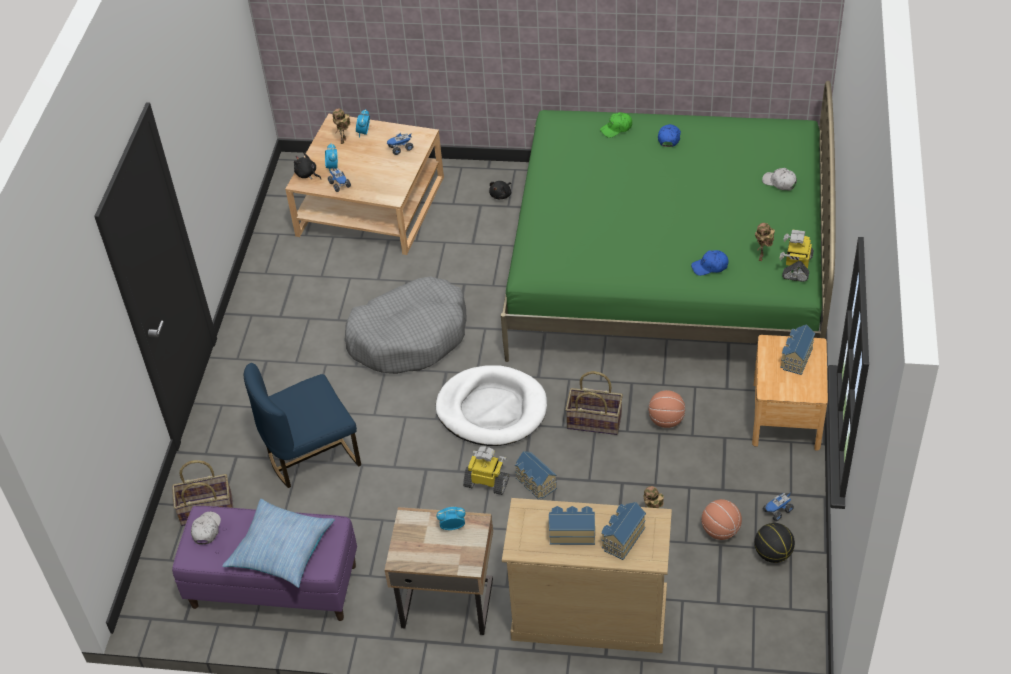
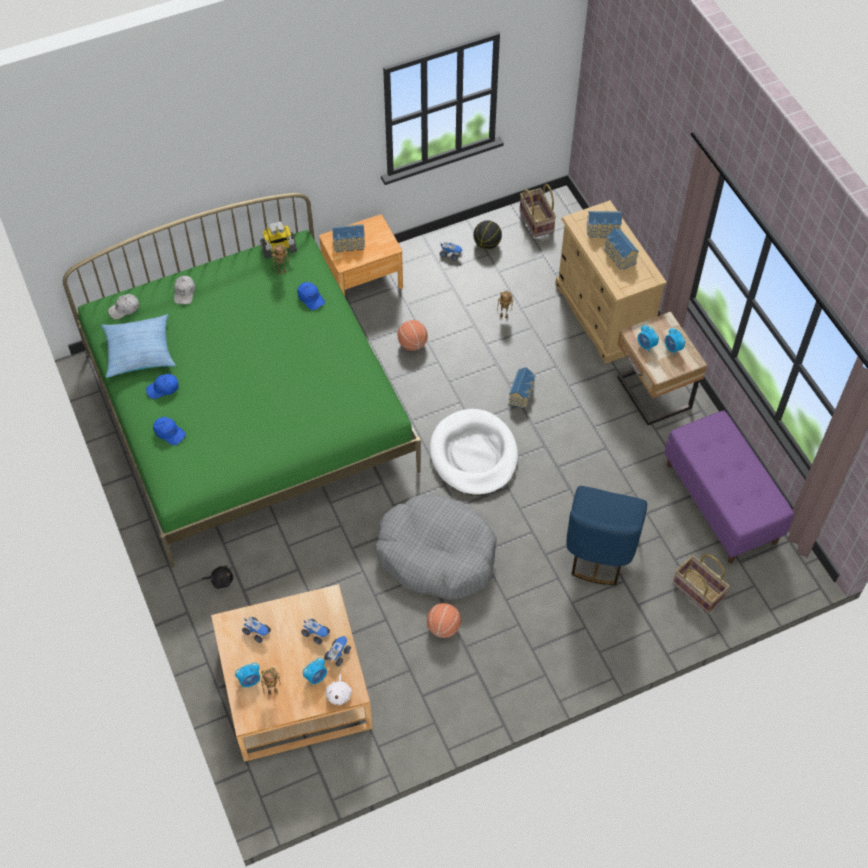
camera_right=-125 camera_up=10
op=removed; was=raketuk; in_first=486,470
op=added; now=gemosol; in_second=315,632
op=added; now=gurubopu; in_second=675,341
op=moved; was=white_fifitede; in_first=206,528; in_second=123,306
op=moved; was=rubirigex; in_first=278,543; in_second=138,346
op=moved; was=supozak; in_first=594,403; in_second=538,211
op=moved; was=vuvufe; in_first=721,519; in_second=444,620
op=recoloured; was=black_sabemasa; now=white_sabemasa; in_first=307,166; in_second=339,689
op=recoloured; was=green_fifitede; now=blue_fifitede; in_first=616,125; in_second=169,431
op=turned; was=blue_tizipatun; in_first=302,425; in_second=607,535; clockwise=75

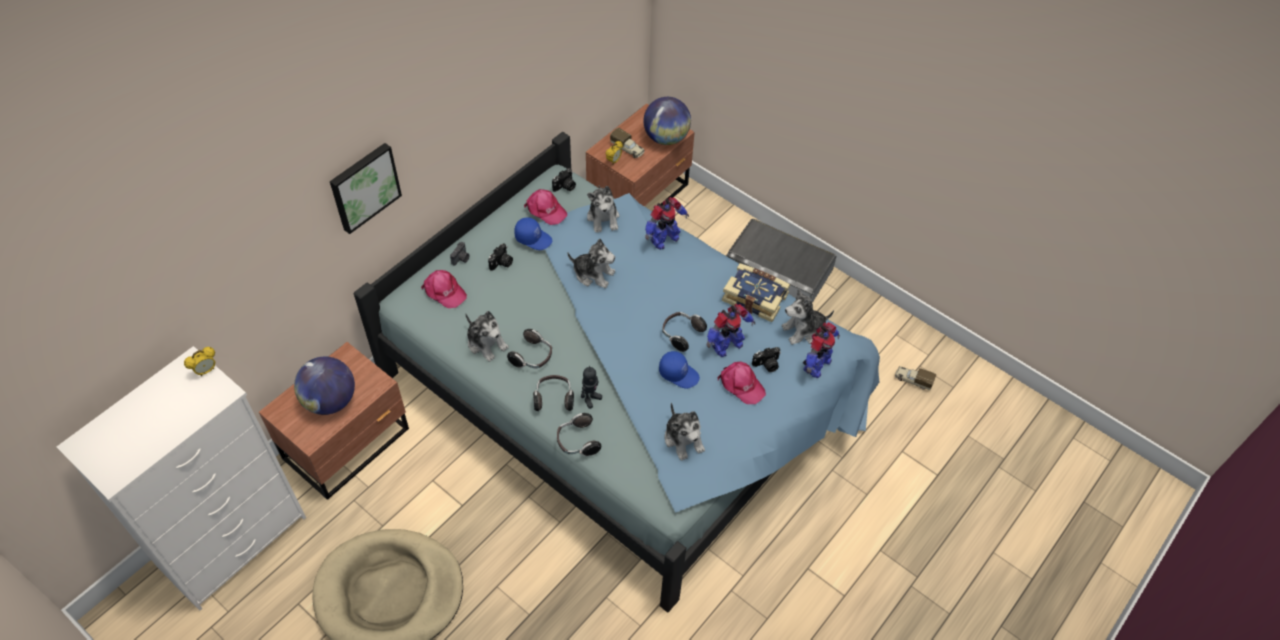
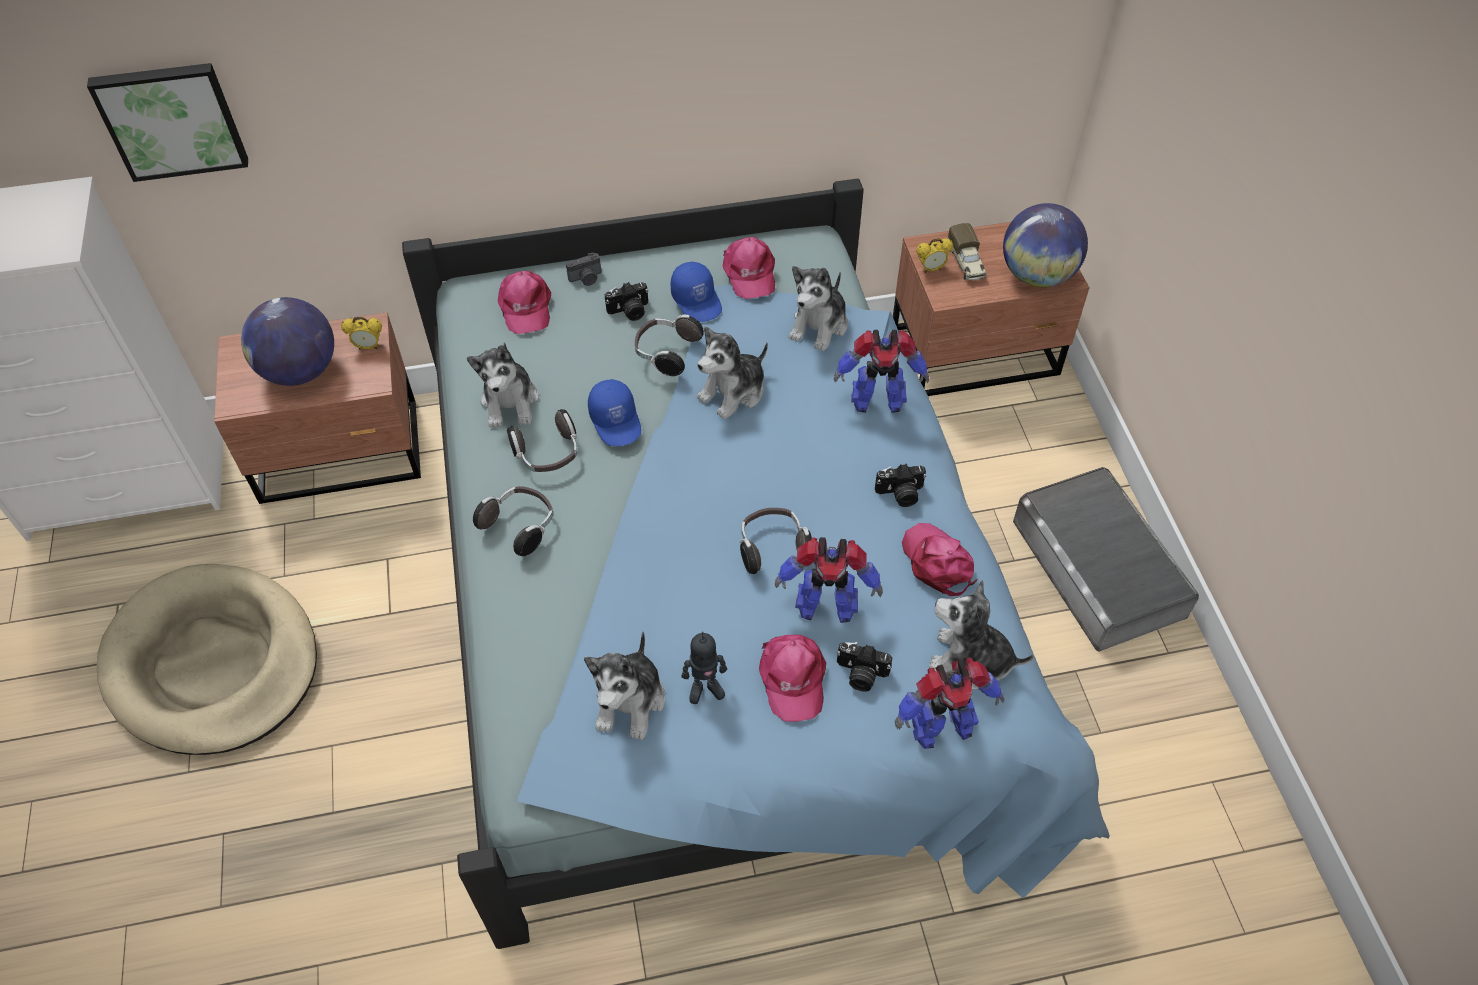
camera_right=40 camera_up=0
op=removed; was=gemosol; in_first=916,378
op=moved; was=gurubopu; in_first=199,361; in_second=361,333
op=moved; was=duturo; in_first=366,188; in_second=167,122
op=moved; was=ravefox; in_first=564,180; in_second=900,485
op=moved; was=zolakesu; in_first=579,434; in_second=669,345
op=moved; was=raketuk; in_first=591,387; in_second=704,667
op=moved; was=blue_fifitede; in_first=679,370; in_second=614,412
op=replaced; was=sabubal; now=pink_fifitede; in_first=756,292; in_second=940,559
op=turned; was=sabemasa; in_first=591,263; in_second=732,373; clockwise=75

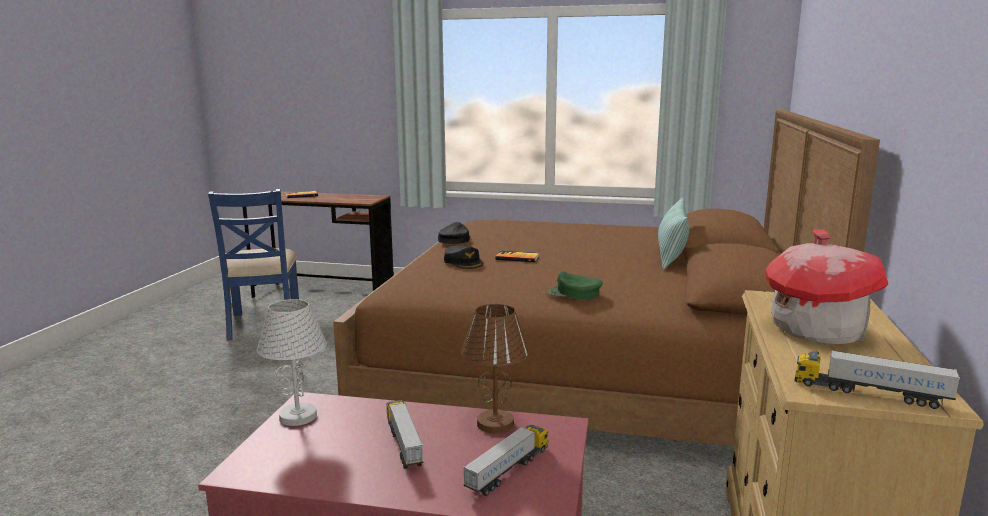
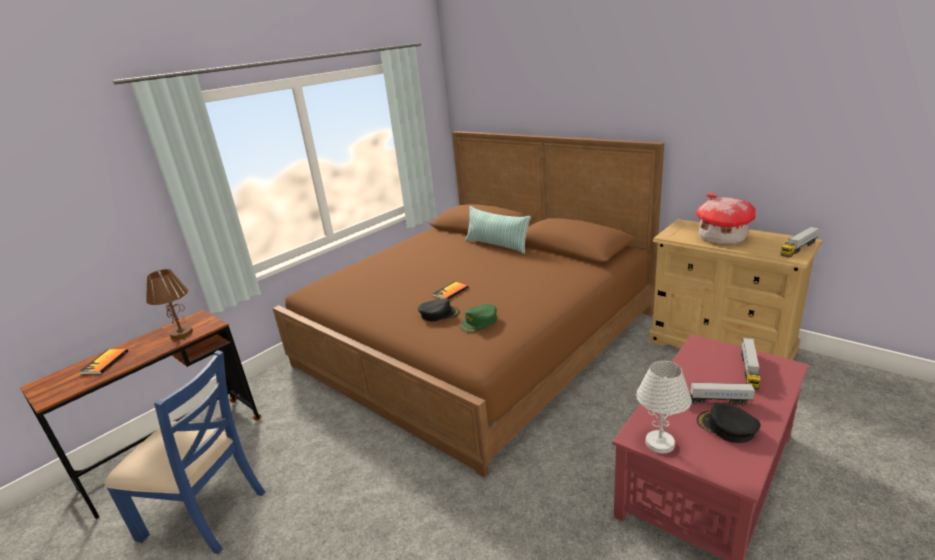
camera_right=-60 camera_up=10
op=moved; was=black_fifitede; in_first=454,233; in_second=728,423
op=moved; was=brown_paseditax; in_first=495,369; in_second=169,304
op=moved; was=green_fifitede; in_first=574,285; in_second=478,318
op=turned; was=gemosol; in_first=505,460; in_second=751,364; clockwise=-135

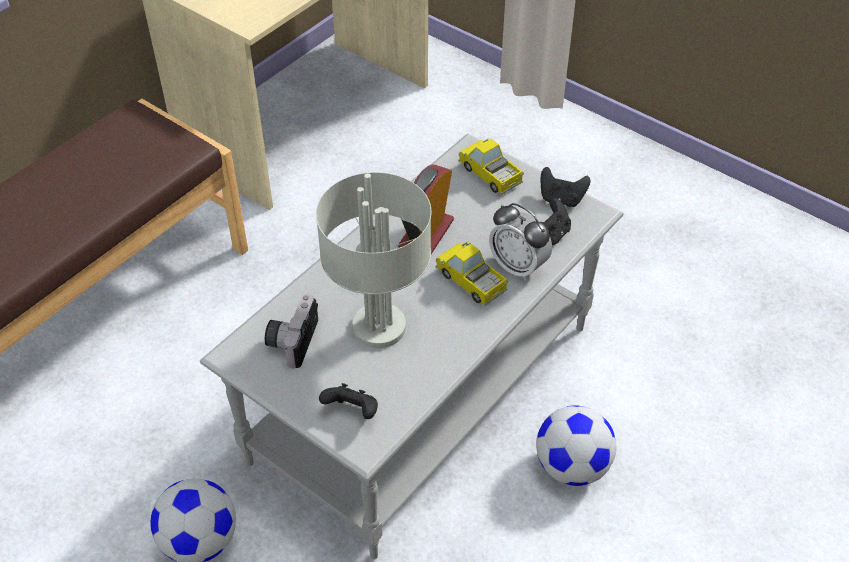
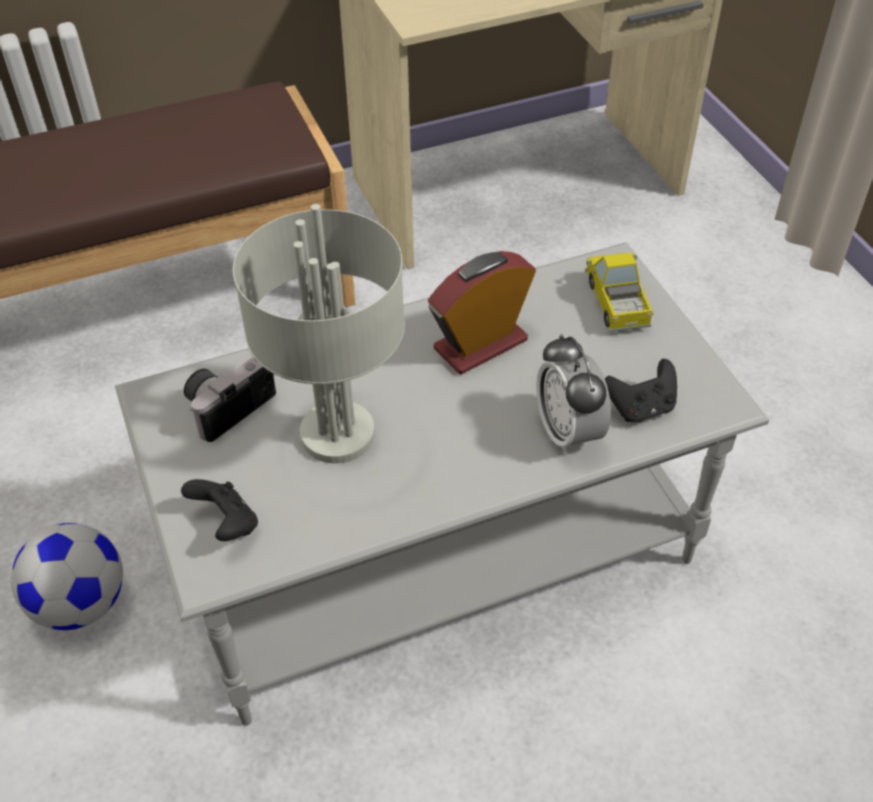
camera_right=30 camera_up=0
op=removed; was=gemosol; in_first=472,274
op=removed; was=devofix; in_first=576,445
op=removed; was=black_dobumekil; in_first=565,187

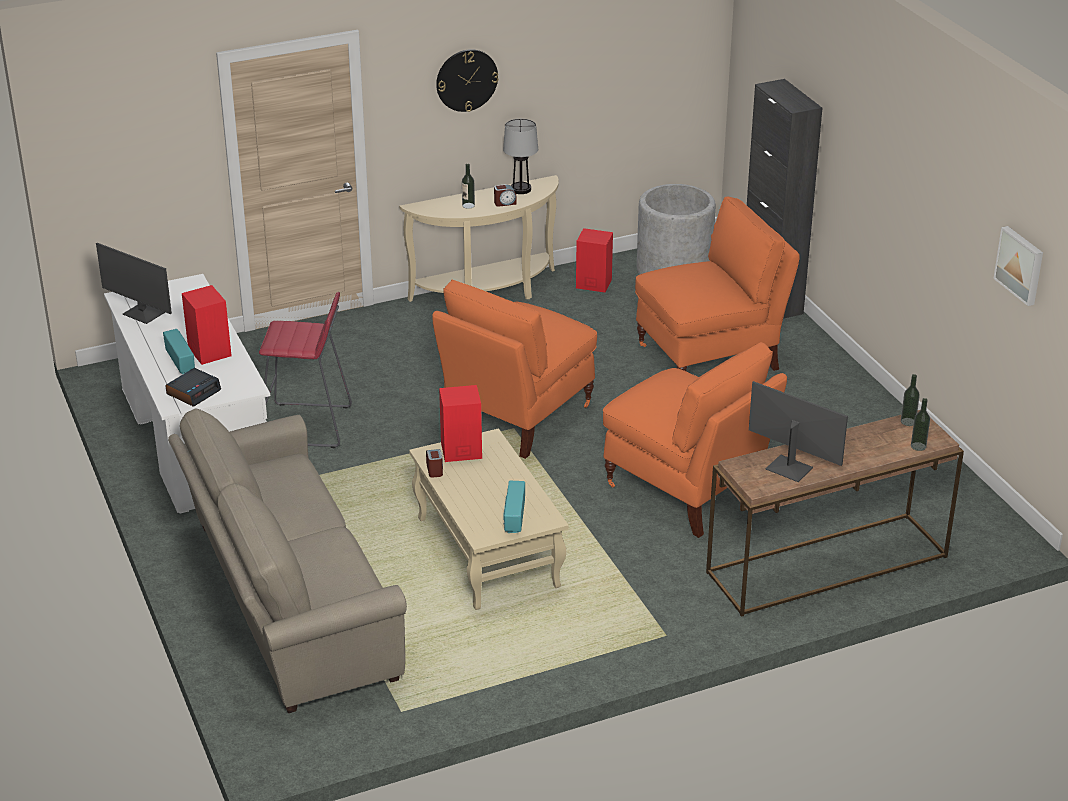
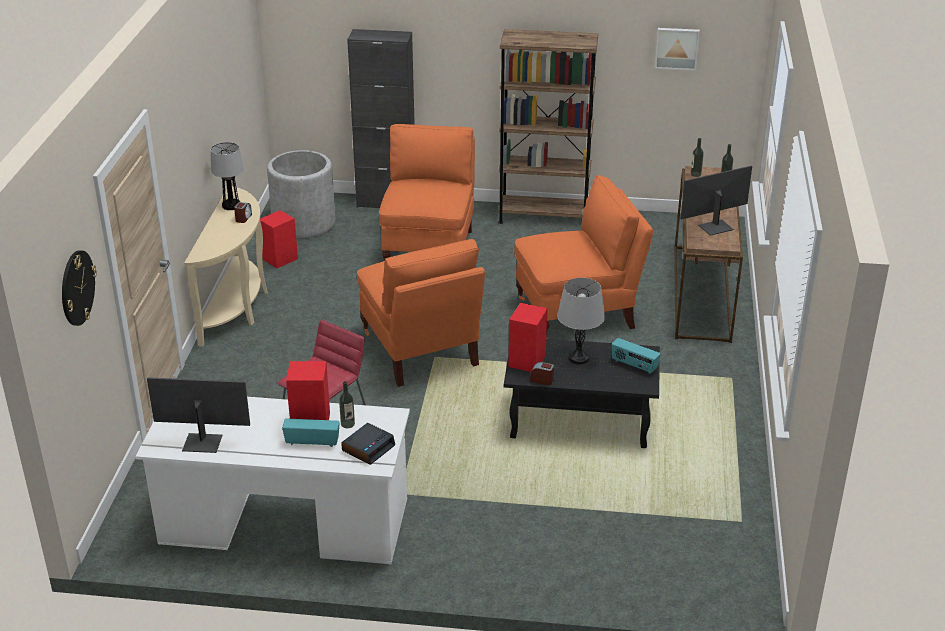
camera_right=-60 camera_up=0
op=removed; was=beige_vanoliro; in_first=287,561
op=added; now=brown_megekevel; in_second=548,126
op=added; now=grey_paseditax; in_second=581,321
op=moved; was=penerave; in_first=467,80; in_second=79,288
op=moved; was=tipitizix; in_first=468,186; in_second=347,404
op=recoloured; was=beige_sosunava; now=black_sosunava; in_first=489,519; in_second=582,393
op=turned; was=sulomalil; in_first=134,283; in_second=198,415; clockwise=-150
op=turned; was=gurubopu; in_first=193,387; in_second=368,444; clockwise=60

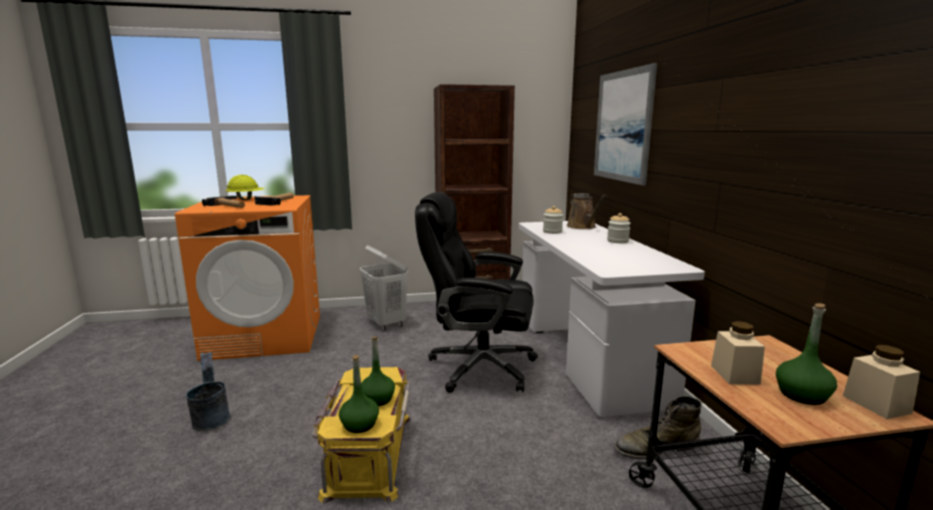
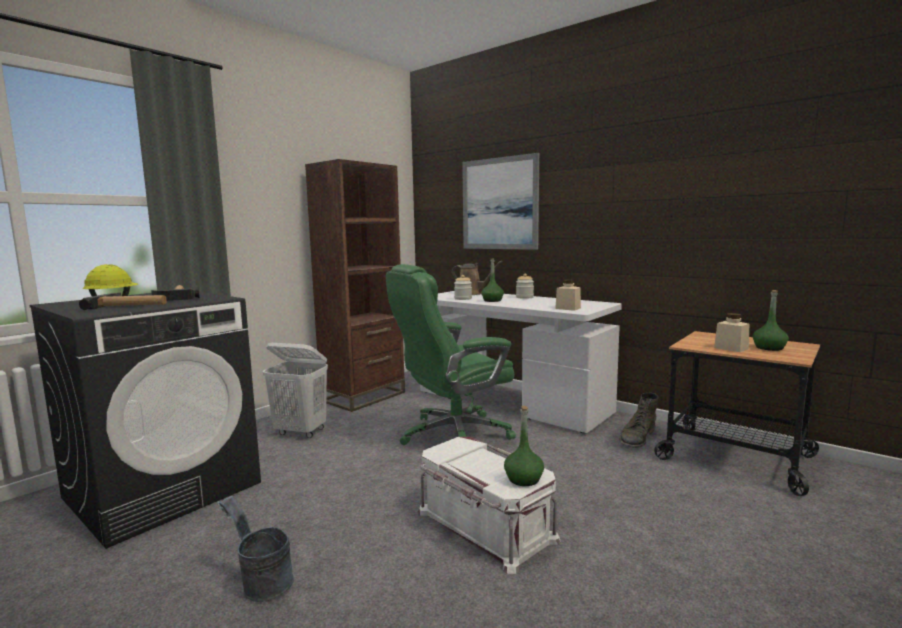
camera_right=-40 camera_up=-5
op=moved; was=green_tipitizix; in_first=378,371; in_second=493,280
op=moved; was=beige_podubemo; in_first=881,382; in_second=568,295
op=recoloured; was=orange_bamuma; now=black_bamuma; in_first=247,278; in_second=145,420
op=recoloured; was=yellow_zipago; now=white_zipago; in_first=361,435; in_second=489,505
op=recoloured; was=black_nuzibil; now=green_nuzibil; in_first=476,292; in_second=451,354

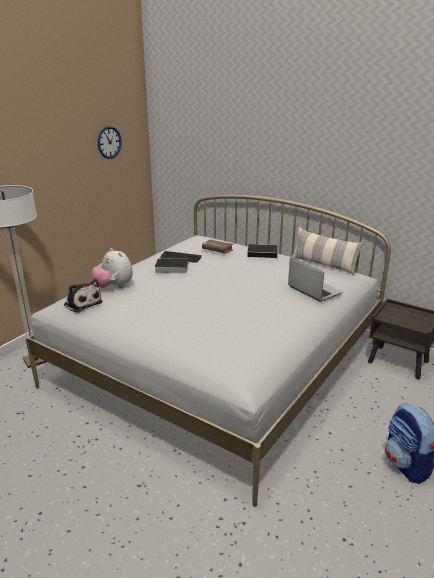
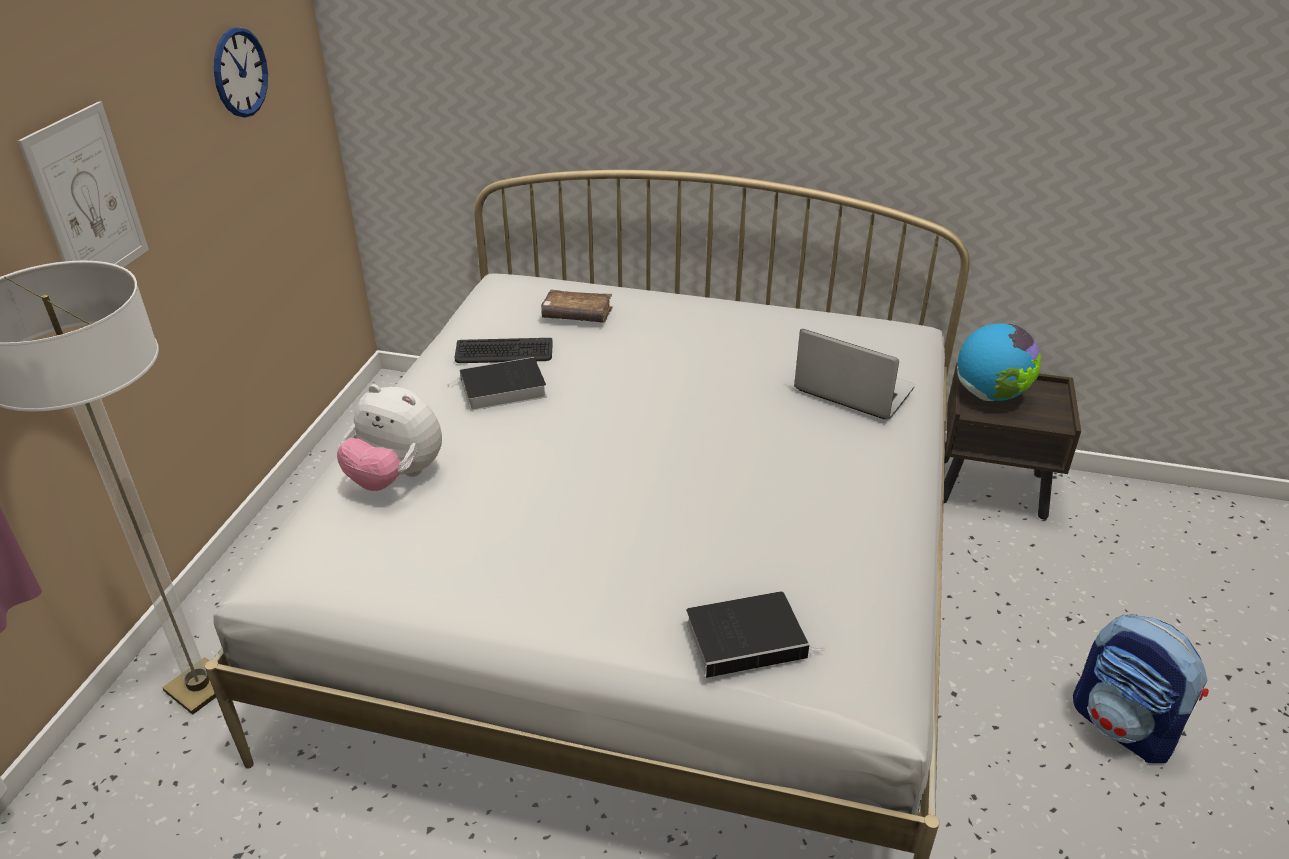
camera_right=-20 camera_up=10
op=removed; was=sabemasa; in_first=83,296
op=removed; was=rubirigex; in_first=327,251
op=added; now=duturo; in_second=83,184
op=added; now=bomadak; in_second=999,362
op=moved; was=sabubal; in_first=263,251; in_second=755,634

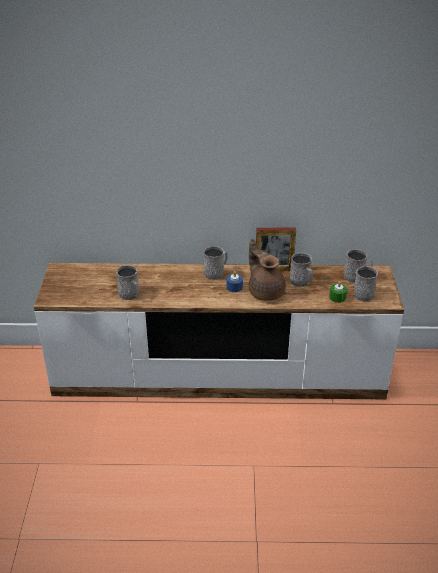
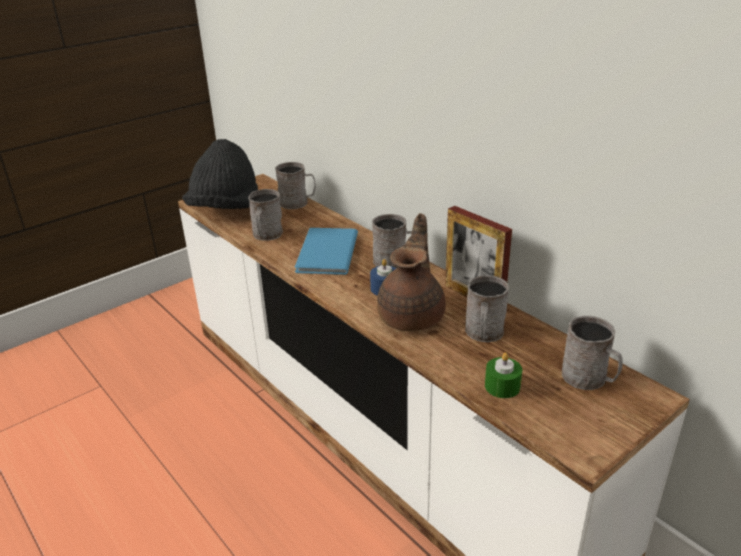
camera_right=50 camera_up=-5
op=added; now=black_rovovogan; in_second=220,174
op=added; now=blue_sabubal; in_second=326,251
op=moved; was=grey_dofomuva; in_first=365,283; in_second=295,185

